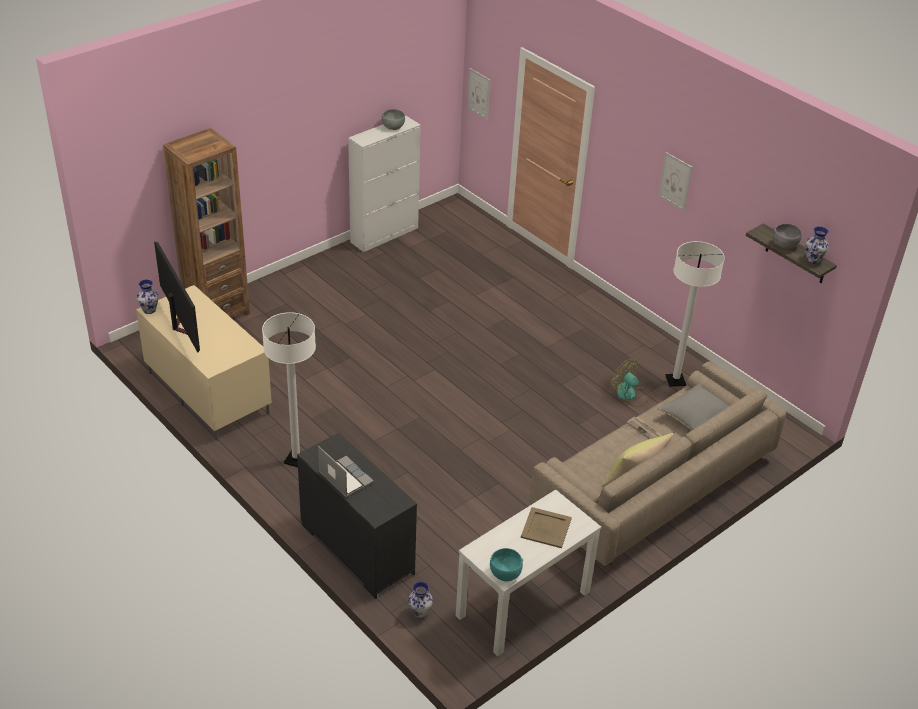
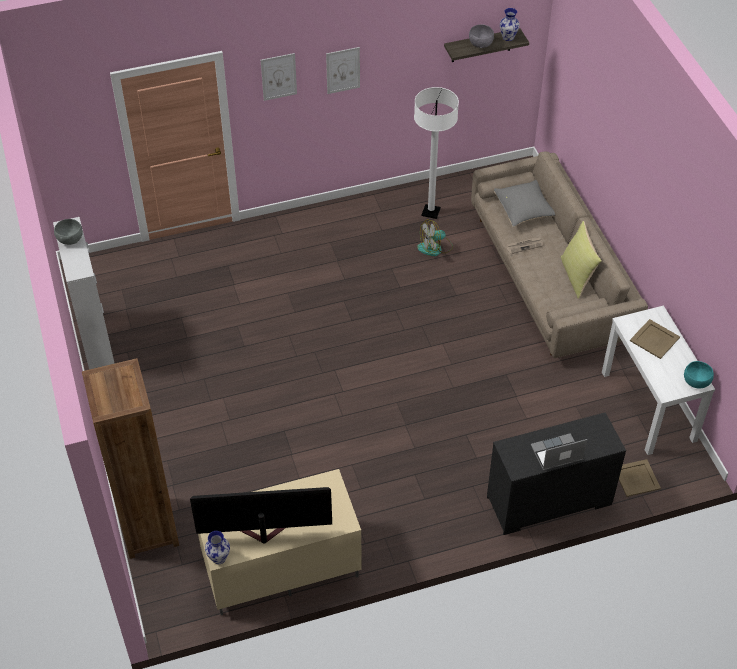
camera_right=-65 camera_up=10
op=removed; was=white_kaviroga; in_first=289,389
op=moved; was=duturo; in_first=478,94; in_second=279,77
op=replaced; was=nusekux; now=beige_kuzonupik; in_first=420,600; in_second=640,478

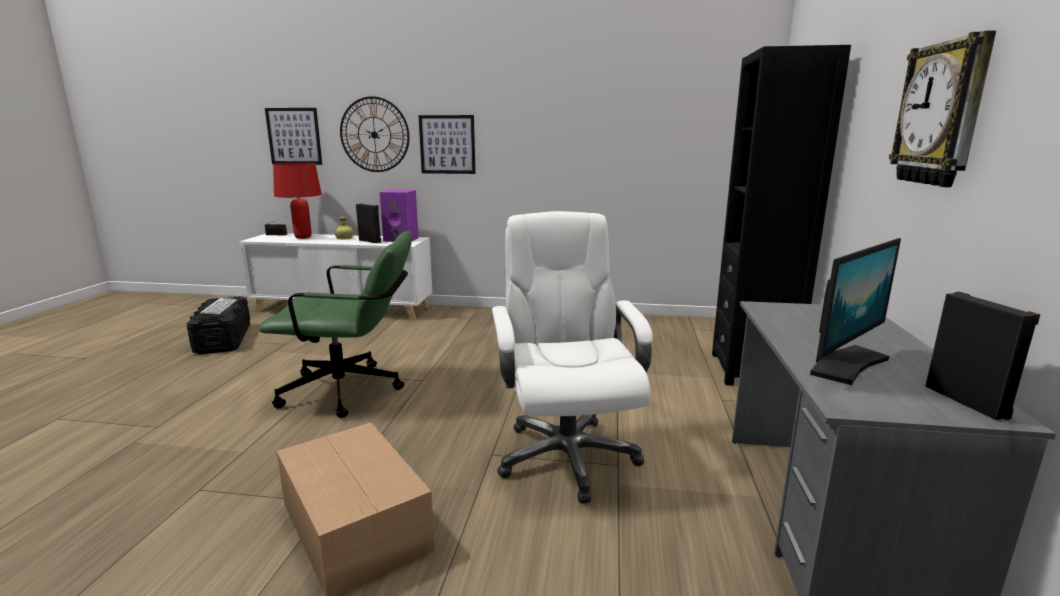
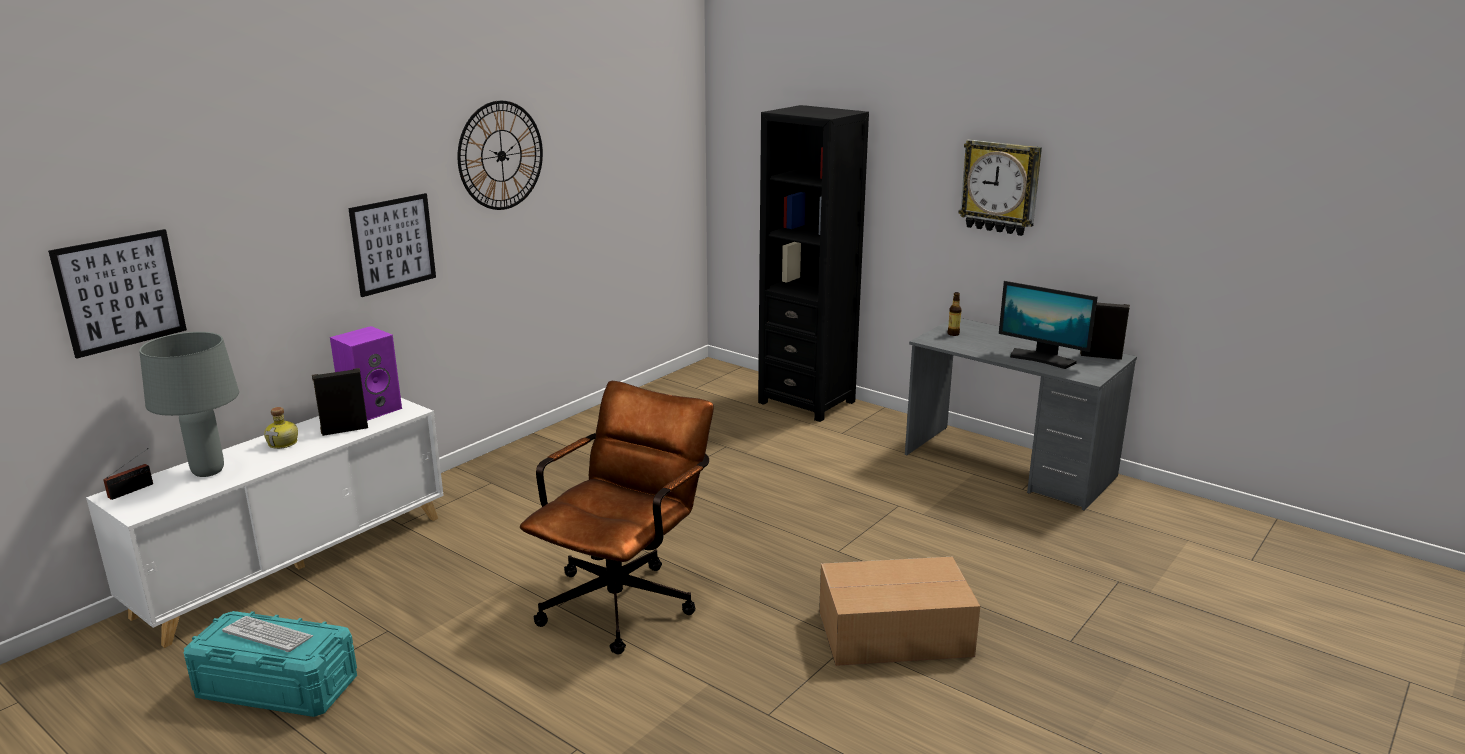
camera_right=-60 camera_up=5
op=removed; was=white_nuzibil; in_first=572,357
op=added; now=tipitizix; in_second=954,314
op=moved; was=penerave; in_first=374,134; in_second=500,155
op=recoloured; was=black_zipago; now=turquoise_zipago; in_first=218,325; in_second=270,664
op=recoloured; was=green_nuzibil; now=brown_nuzibil; in_first=335,324; in_second=617,518
op=recoloured; was=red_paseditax; now=grey_paseditax; in_first=297,201; in_second=189,404
op=turned; was=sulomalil; in_first=855,311; in_second=1048,325; clockwise=135

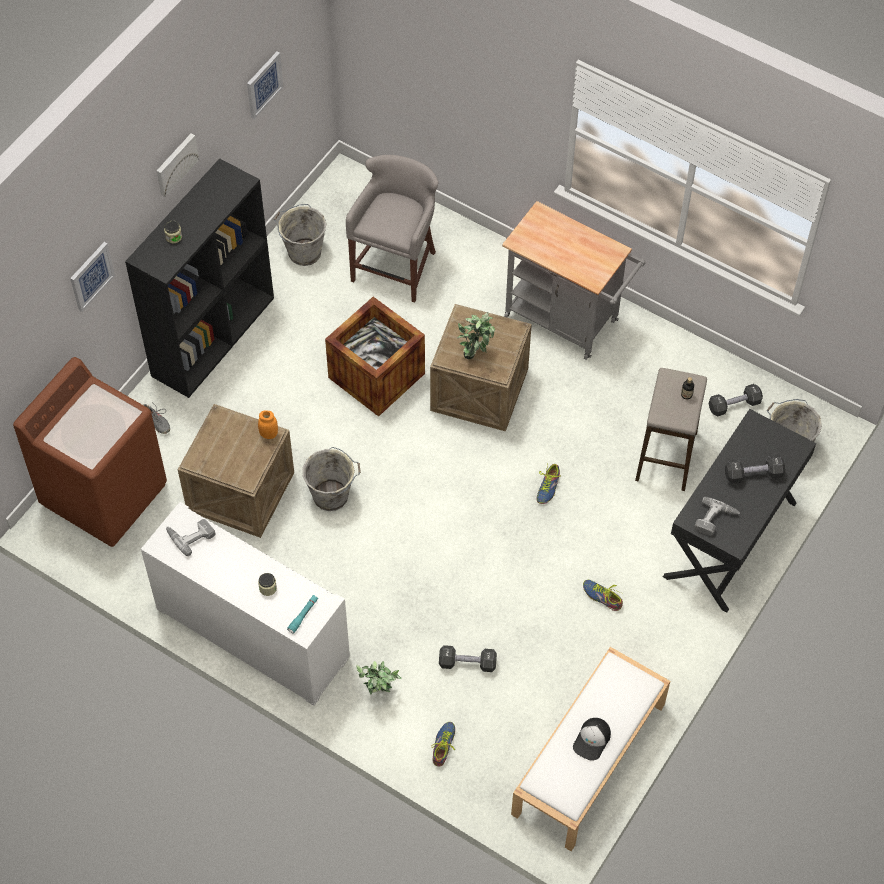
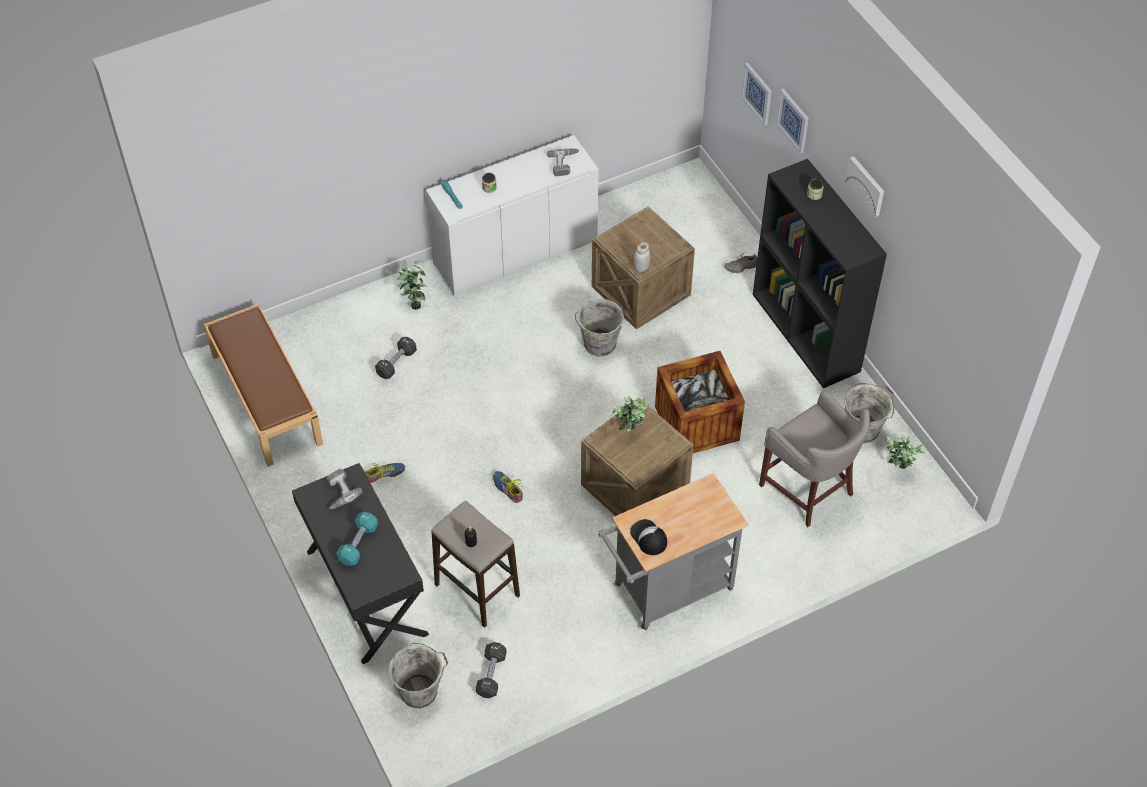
camera_right=120 camera_up=-5
op=removed; was=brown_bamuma; in_first=90,452
op=removed; was=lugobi; in_first=443,744
op=added; now=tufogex; in_second=905,451
op=moved; was=duturo; in_first=265,85; in_second=756,94
op=moved; was=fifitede; in_first=592,739; in_second=648,537
op=recoloured; was=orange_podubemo; now=white_podubemo; in_first=268,424; in_second=642,257
op=recoloured; was=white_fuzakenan; now=brown_fuzakenan; in_first=590,749; in_second=263,385
op=recoloured; was=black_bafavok; now=turquoise_bafavok; in_first=755,469; in_second=357,539

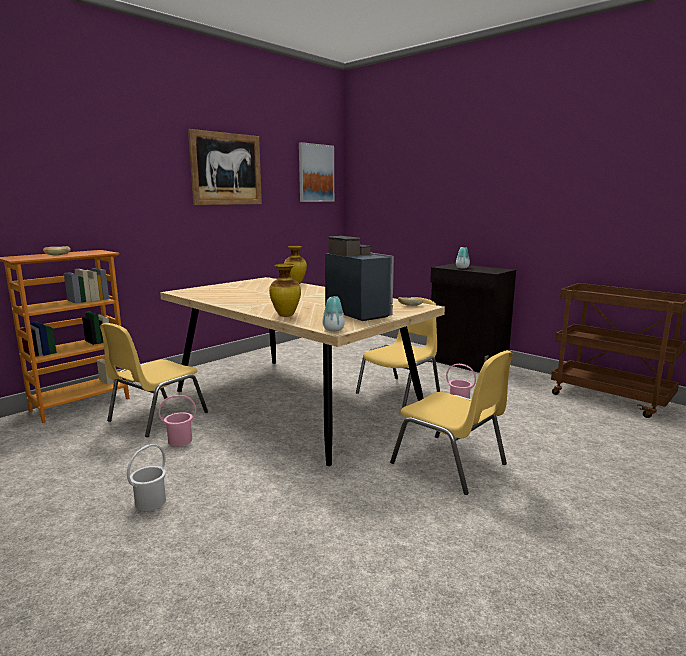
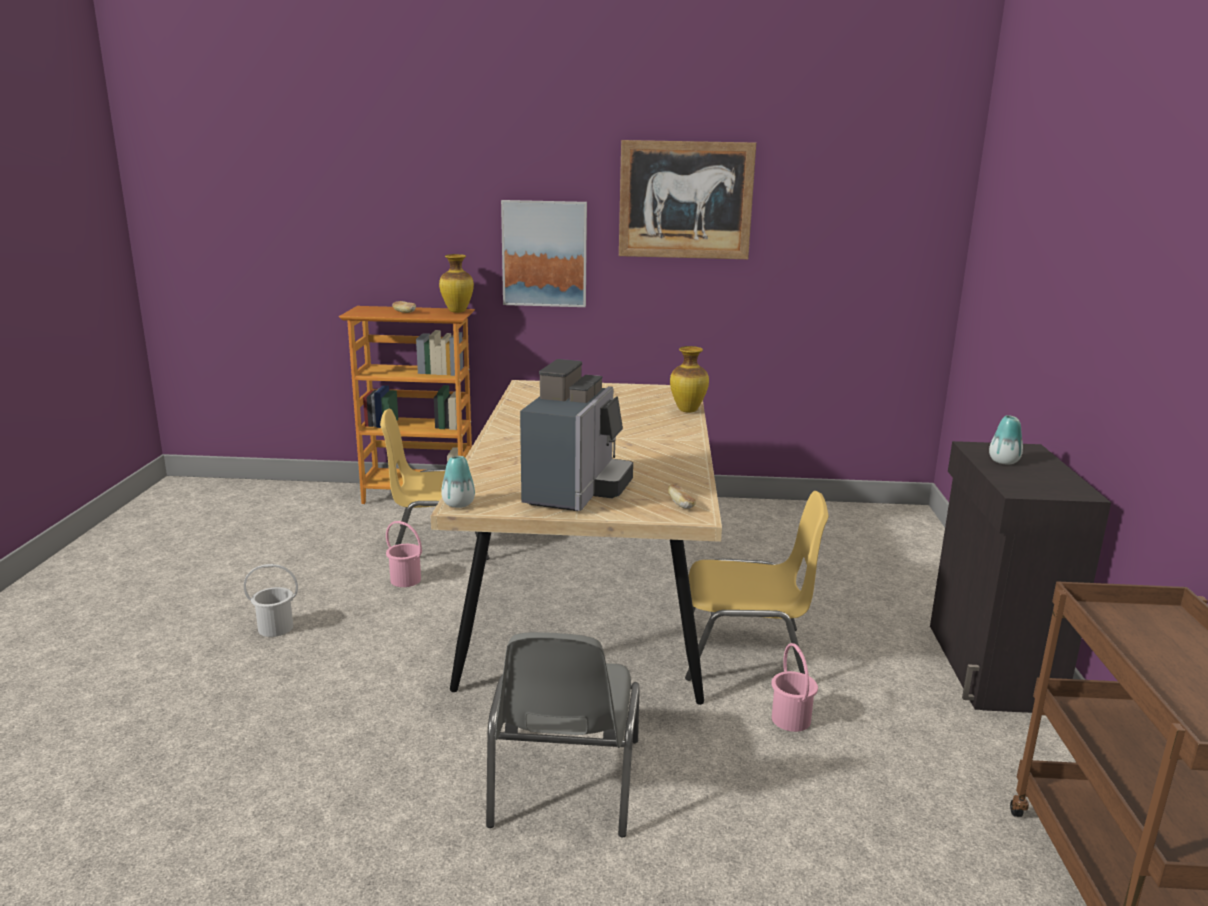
camera_right=50 camera_up=5
op=moved; was=nusekux; in_first=285,290; in_second=456,283
op=moved; was=duturo; in_first=316,172; in_second=544,253
op=recoloured; was=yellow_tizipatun; now=grey_tizipatun; in_first=451,422; in_second=563,734

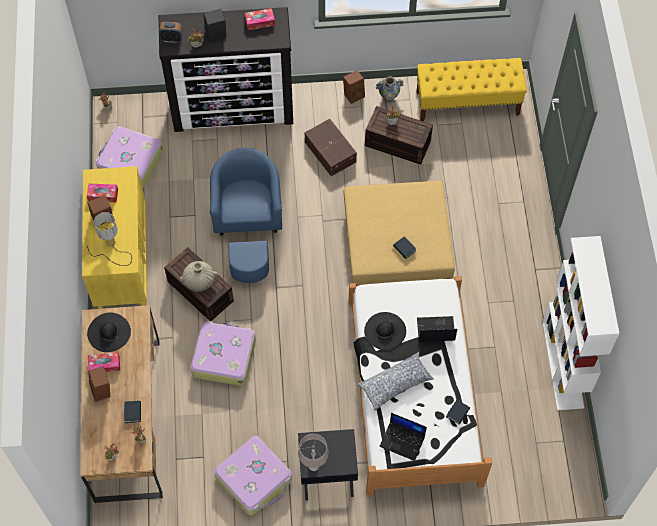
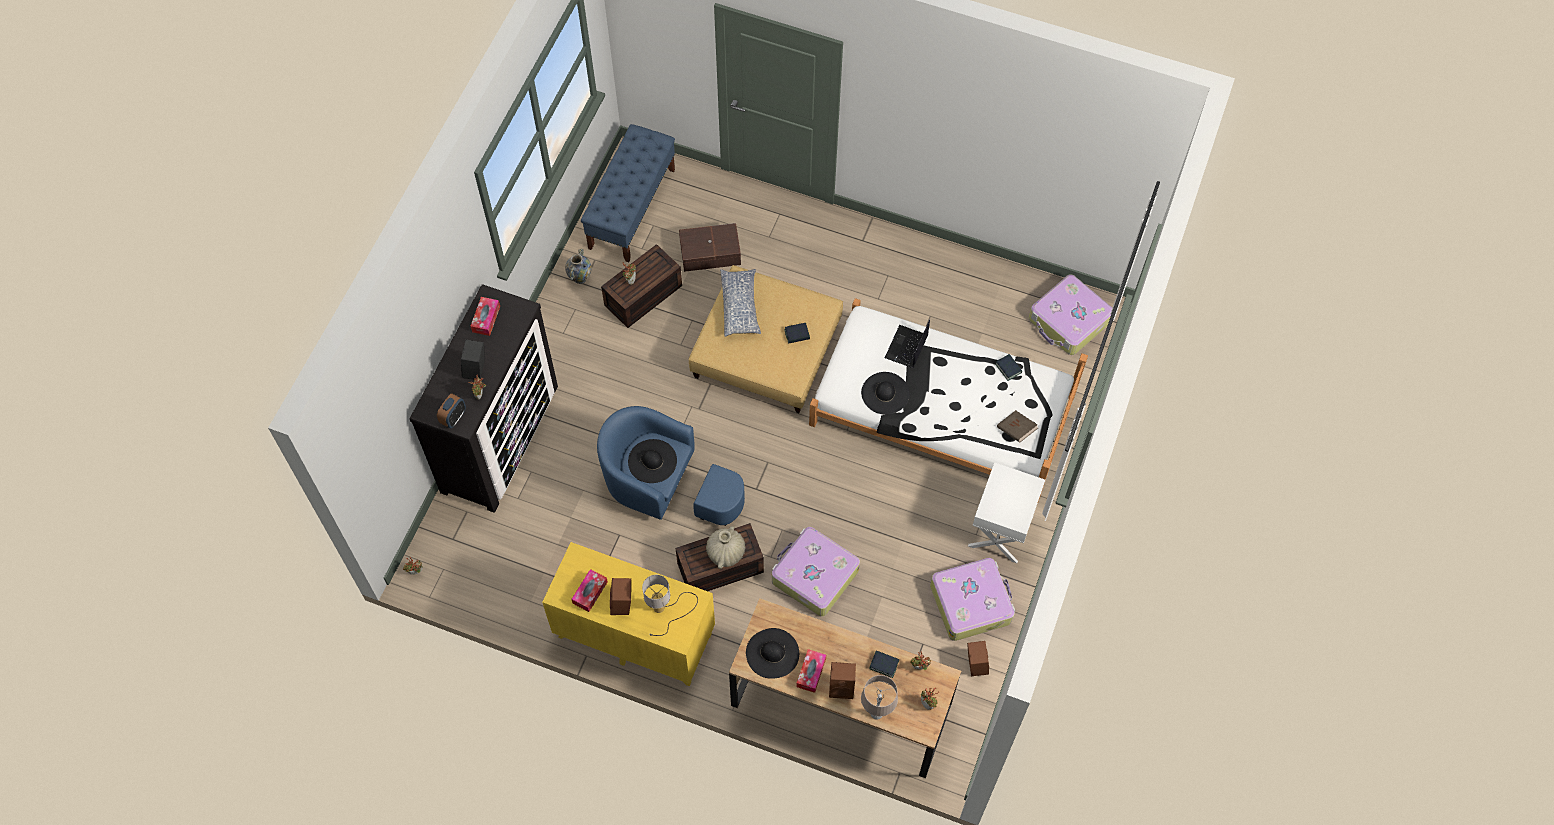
camera_right=-65 camera_up=0
op=removed; was=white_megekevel; in_first=581,323
op=added; now=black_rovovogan; in_second=652,461
op=moved; was=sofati; in_first=129,157; in_second=1070,314
op=moved; was=beige_paseditax; in_first=313,452; in_second=879,697
op=moved; was=brown_zipago; in_first=331,147; in_second=710,247
op=moved; was=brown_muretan; in_first=354,87; in_second=978,658
op=moved; was=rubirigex; in_first=395,381; in_second=740,303
op=replaced; was=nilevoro; now=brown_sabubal; in_first=403,437; in_second=1017,426
op=recoloured; was=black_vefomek; now=white_vefomek; in_first=328,464; in_second=1006,512
op=recoloured; was=yellow_fuzakenan; now=blue_fuzakenan; in_first=472,89; in_second=628,193

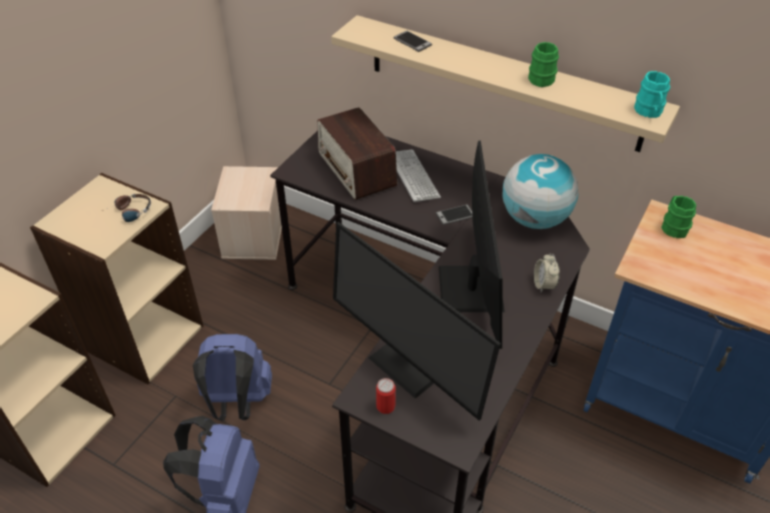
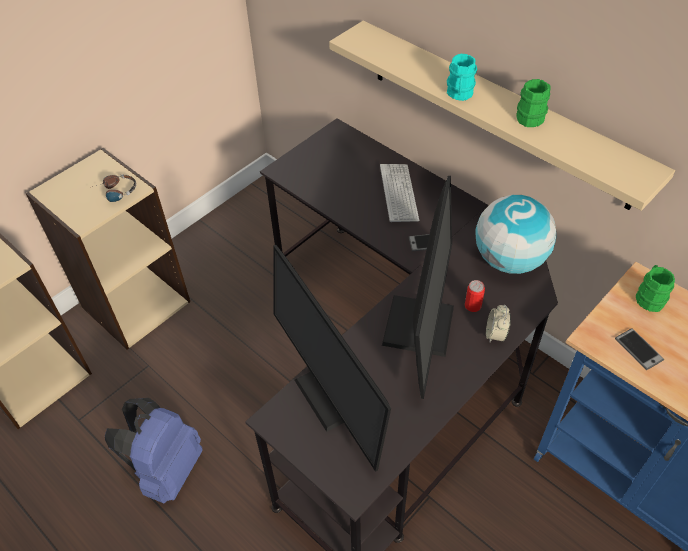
camera_right=15 camera_up=5
op=removed; was=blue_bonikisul; in_first=232,377
op=removed; was=beige_zipago; in_first=246,213
op=removed; was=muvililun; in_first=357,153
op=moved; was=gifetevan; in_first=386,396; in_second=475,296
op=moved; was=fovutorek; in_first=412,41; in_second=639,349
op=moved; was=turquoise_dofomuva; in_first=652,94; in_second=462,77

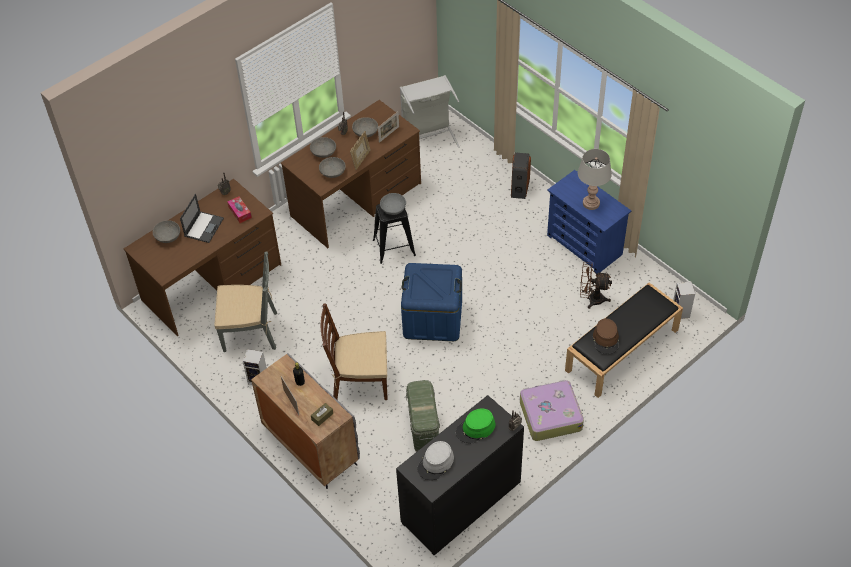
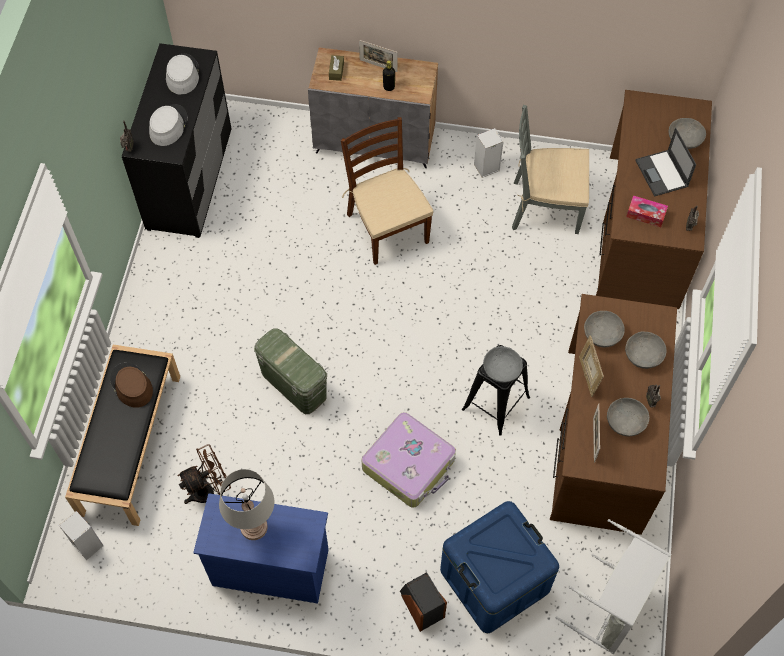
camera_right=140 camera_up=10
op=moved; was=blue_zipago; in_first=431,302; in_second=499,567
op=moved; was=green_zipago; in_first=423,416; in_second=290,371
op=moved; was=sofati; in_first=552,410; in_second=409,460
op=recoloured; was=green_rovovogan; now=grey_rovovogan; in_first=475,425; in_second=168,125
op=turned; was=grey_tizipatun; in_first=245,302; in_second=550,169; clockwise=45
op=turned; was=brown_tizipatun; in_first=354,351; in_second=387,191; clockwise=-75

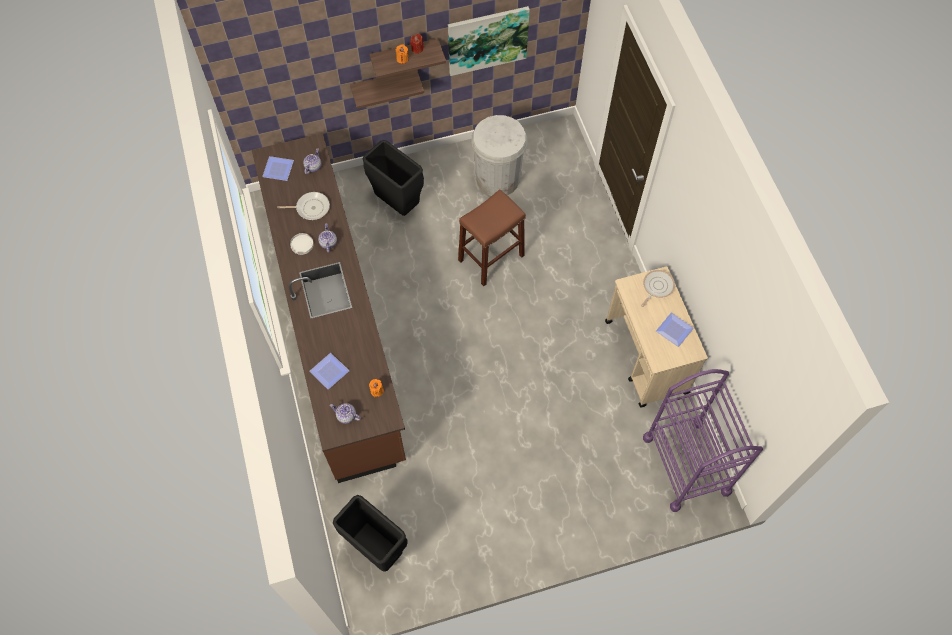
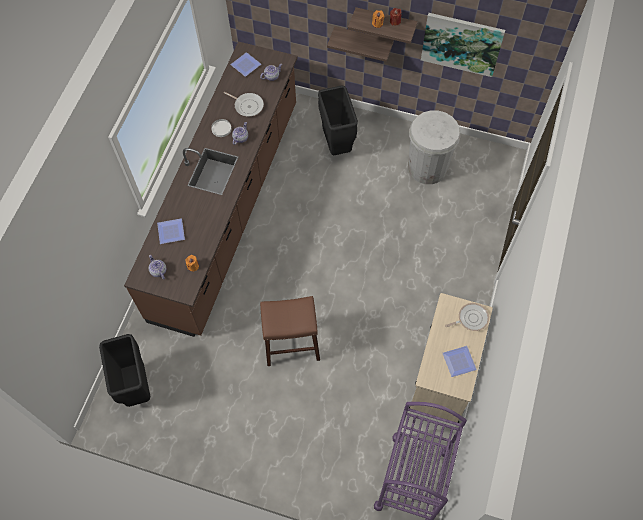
camera_right=35 camera_up=0
op=moved; was=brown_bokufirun; in_first=492,238; in_second=290,331

